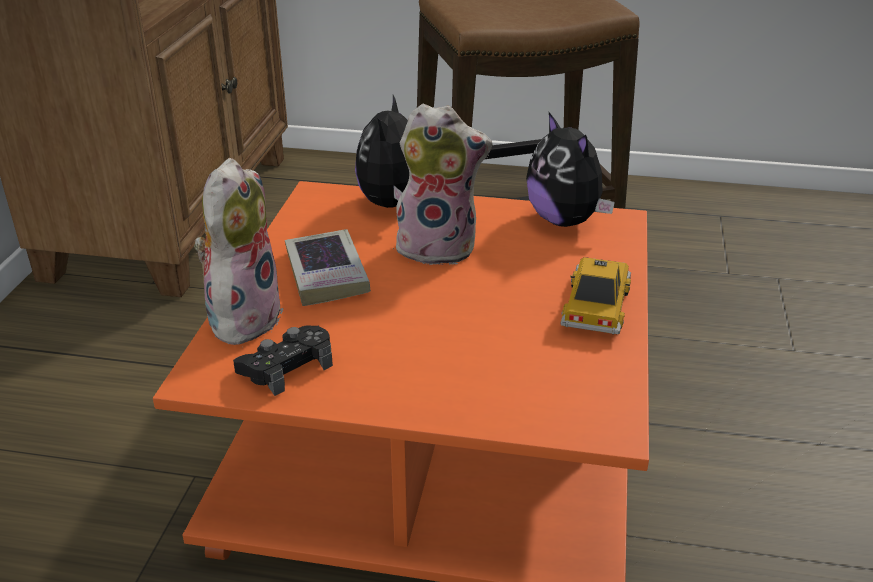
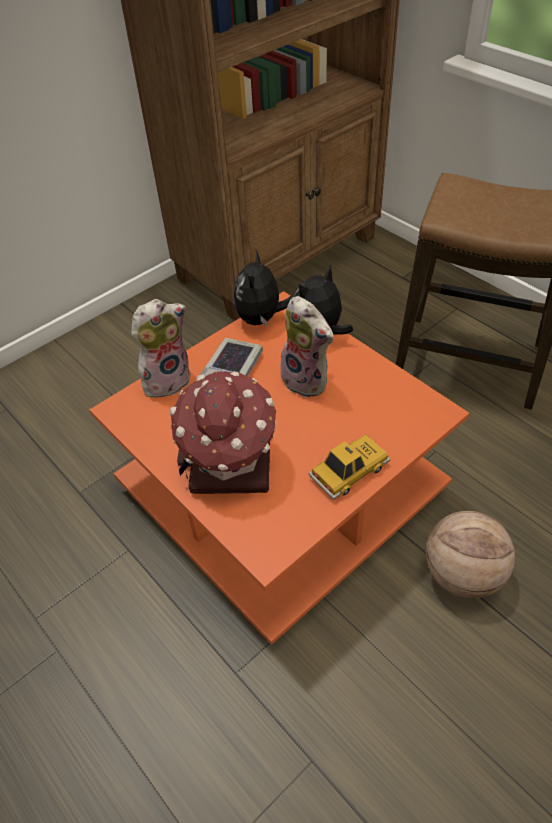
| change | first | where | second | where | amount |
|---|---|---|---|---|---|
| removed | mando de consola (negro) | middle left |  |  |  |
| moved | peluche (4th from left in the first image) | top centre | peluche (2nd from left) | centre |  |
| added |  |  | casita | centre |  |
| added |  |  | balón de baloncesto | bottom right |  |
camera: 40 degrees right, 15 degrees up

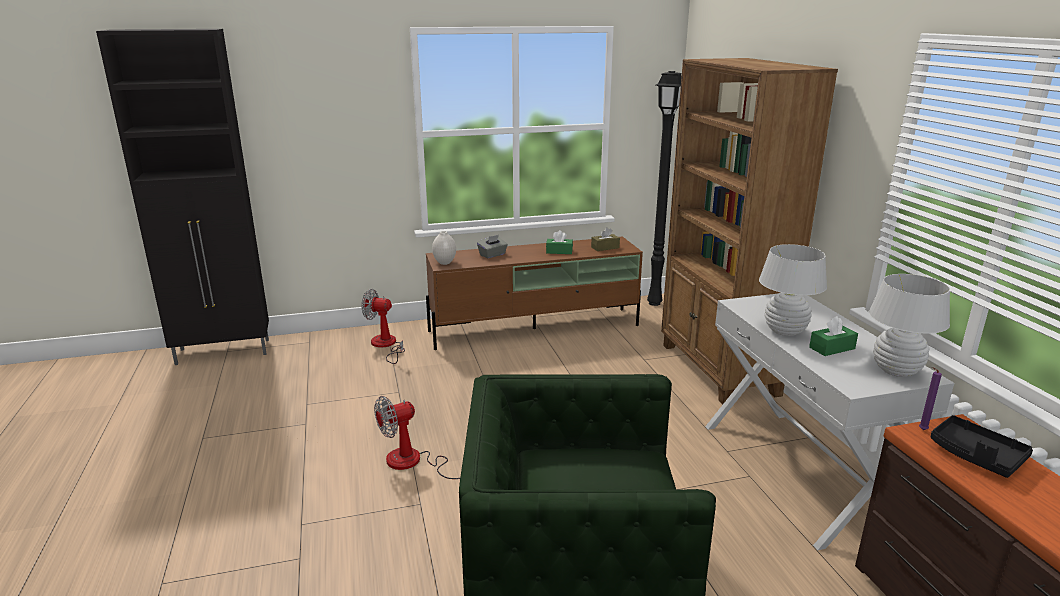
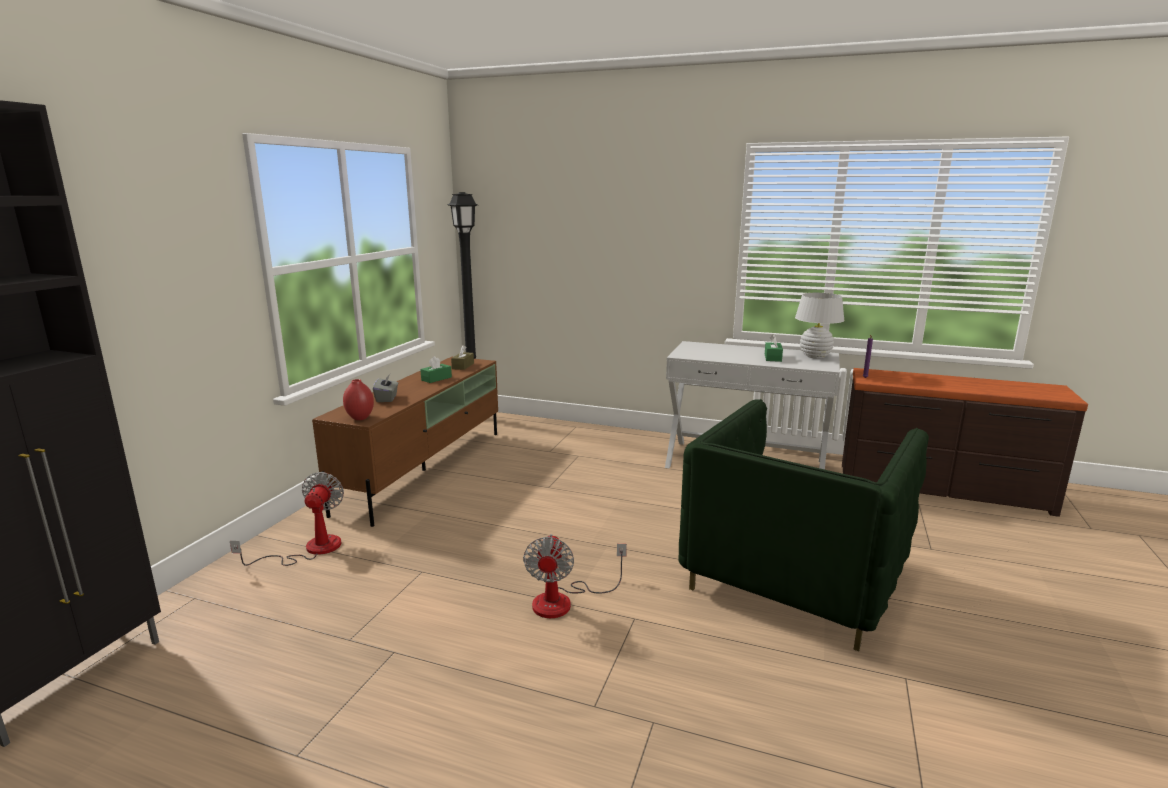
| change | first | where | second | where | amount |
|---|---|---|---|---|---|
| turned | ventilador (1st from left) | centre |  | middle left | 135 degrees clockwise |
| recoloured | florero (blanco) | centre | florero (rojo) | middle left |  |
| removed | estantería (marrón) | middle right |  |  |  |
| removed | lámpara de mesa (blanco) (1st from left) | middle right |  |  |  |
| removed | bandeja (negro) | bottom right |  |  |  |
camera: 55 degrees left, 5 degrees down

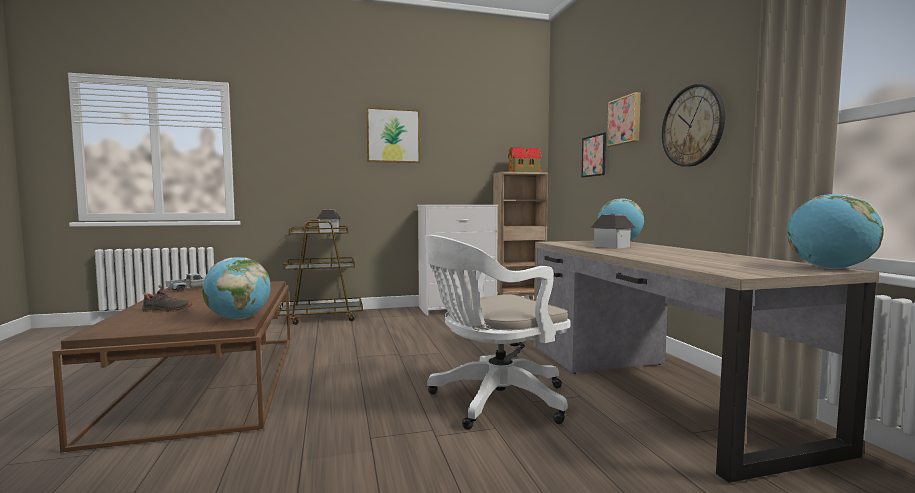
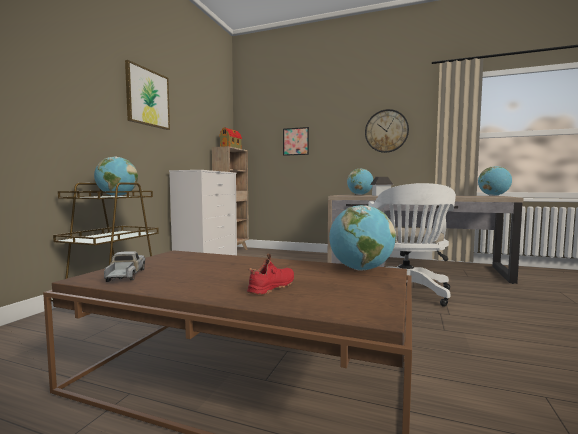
| change | first | where | second | where | amount |
|---|---|---|---|---|---|
| recoloured | zapato (negro) | middle left | zapato (rojo) | centre |  |
| replaced | casita (1st from left) | centre | globo terráqueo (1st from left) | middle left |  |
| removed | cuadro (3rd from left) | top right |  |  |  |
camera: 55 degrees left, 0 degrees up

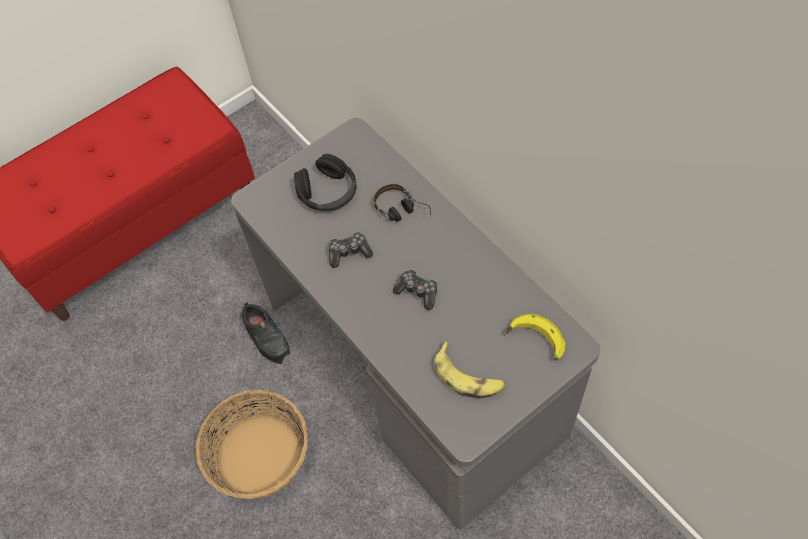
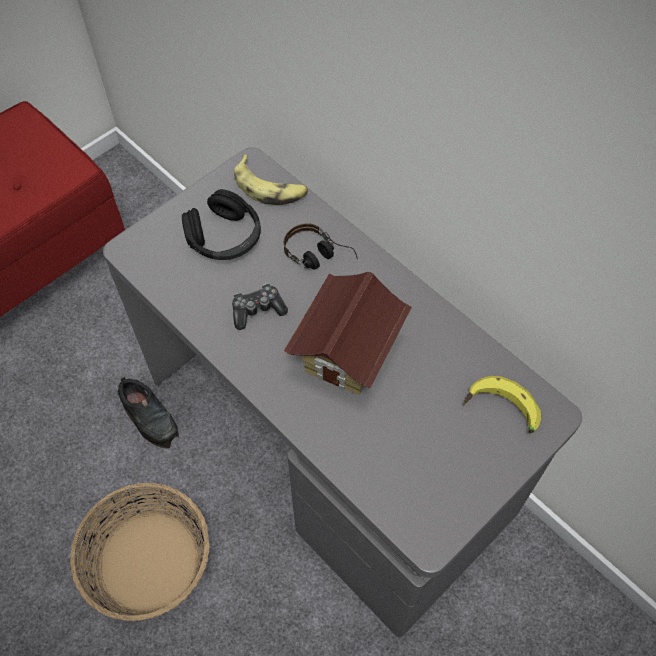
| change | first | where | second | where | amount |
|---|---|---|---|---|---|
| replaced | mando de consola (2nd from left) | centre | casita | centre |  |
| moved | plátano (1st from left) | bottom centre |  | top centre |  |
camera: 10 degrees left, 0 degrees up

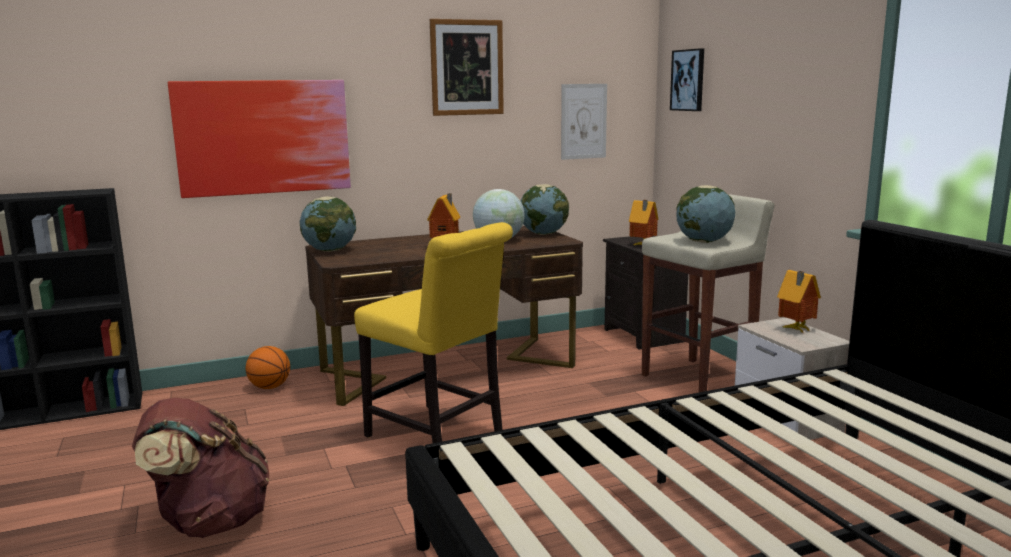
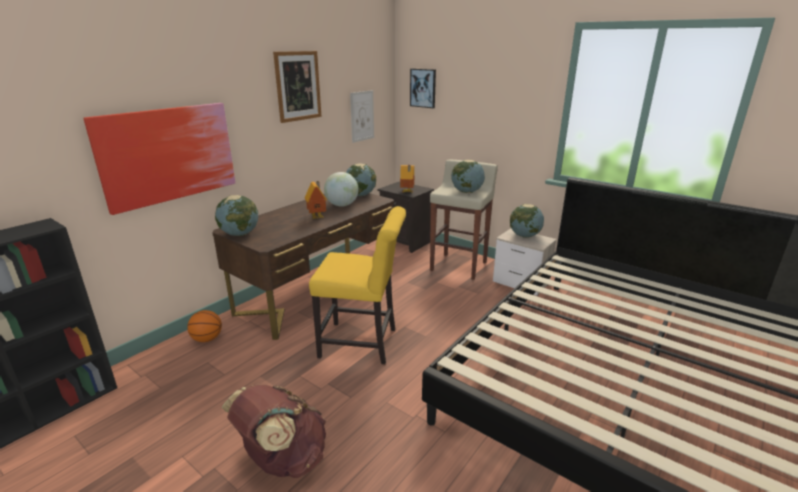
| change | first | where | second | where | amount |
|---|---|---|---|---|---|
| replaced | casita (3rd from left) | middle right | globo terráqueo (5th from left) | centre |  |
camera: 30 degrees left, 10 degrees up

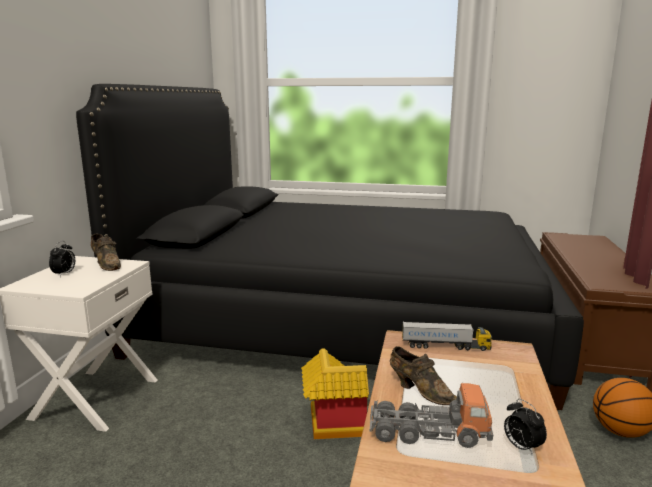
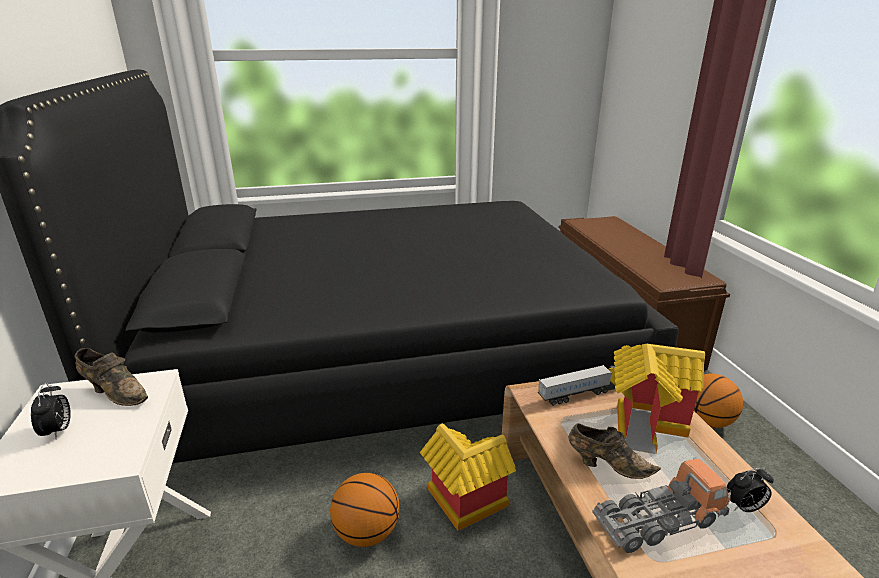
| change | first | where | second | where | amount |
|---|---|---|---|---|---|
| turned | despertador (2nd from left) | bottom right |  | bottom right | 45 degrees counterclockwise |
| added |  |  | balón de baloncesto (1st from left) | bottom centre |  |
| added |  |  | casita (2nd from left) | bottom right |  |
camera: 25 degrees left, 10 degrees up

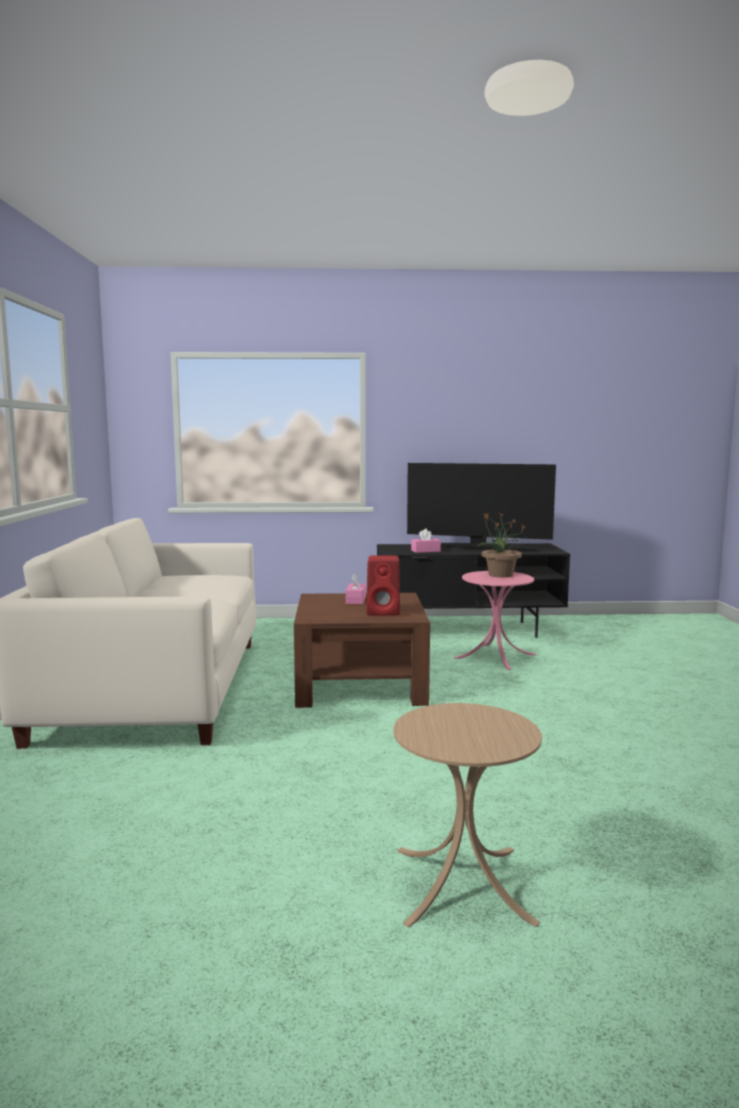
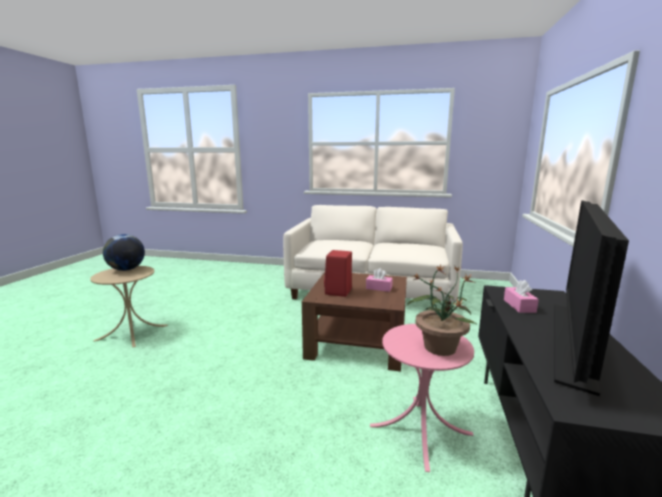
| change | first | where | second | where | amount |
|---|---|---|---|---|---|
| added |  |  | globo terráqueo | middle left |  |
camera: 105 degrees right, 5 degrees up

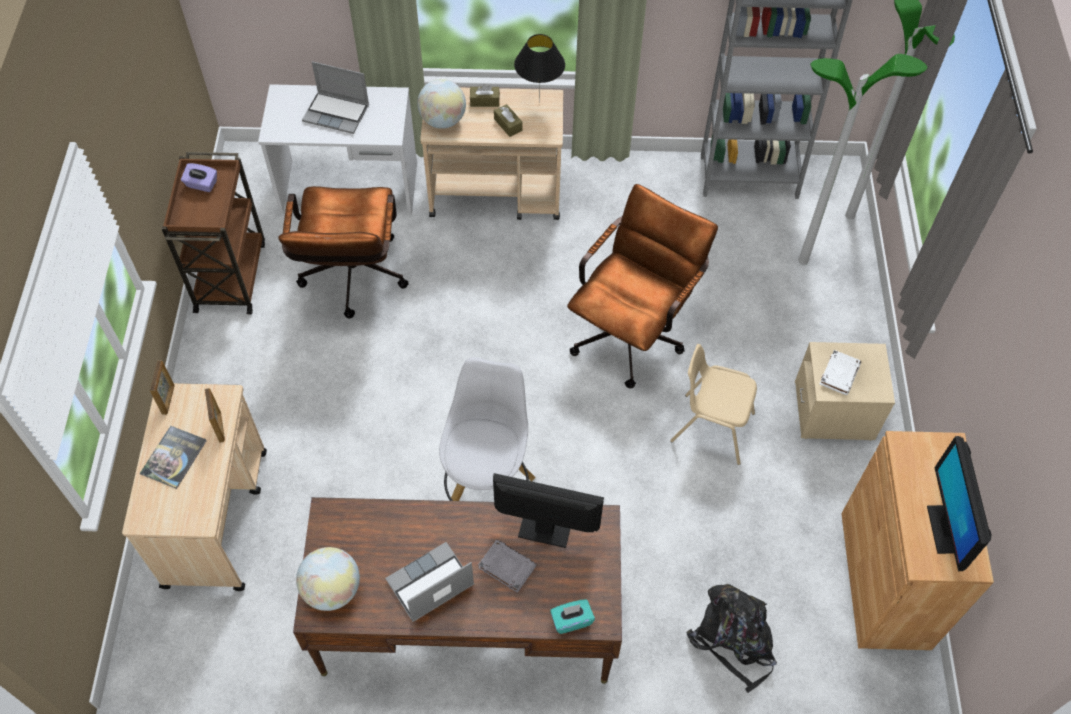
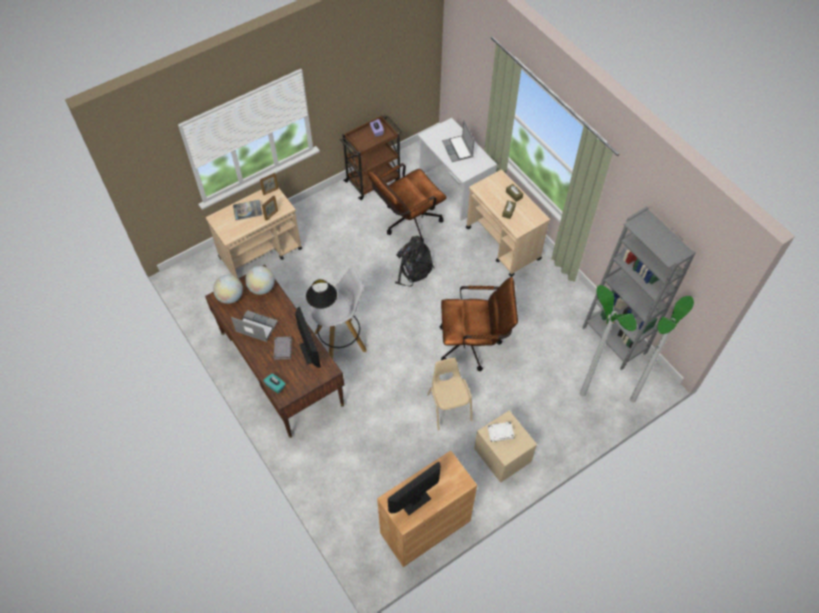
| change | first | where | second | where | amount |
|---|---|---|---|---|---|
| moved | globo terráqueo (2nd from left) | top centre |  | middle left |  |
| moved | lámpara de mesa (negro) | top centre |  | centre |  |
| moved | mochila (negro) | bottom right |  | centre |  |
camera: 55 degrees right, 0 degrees up

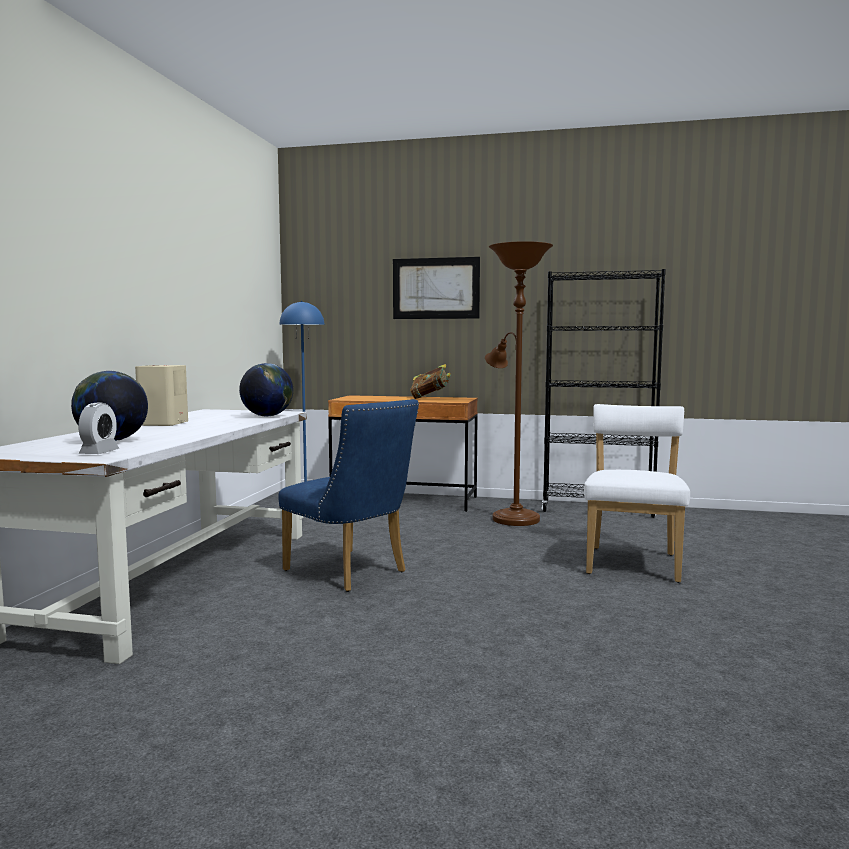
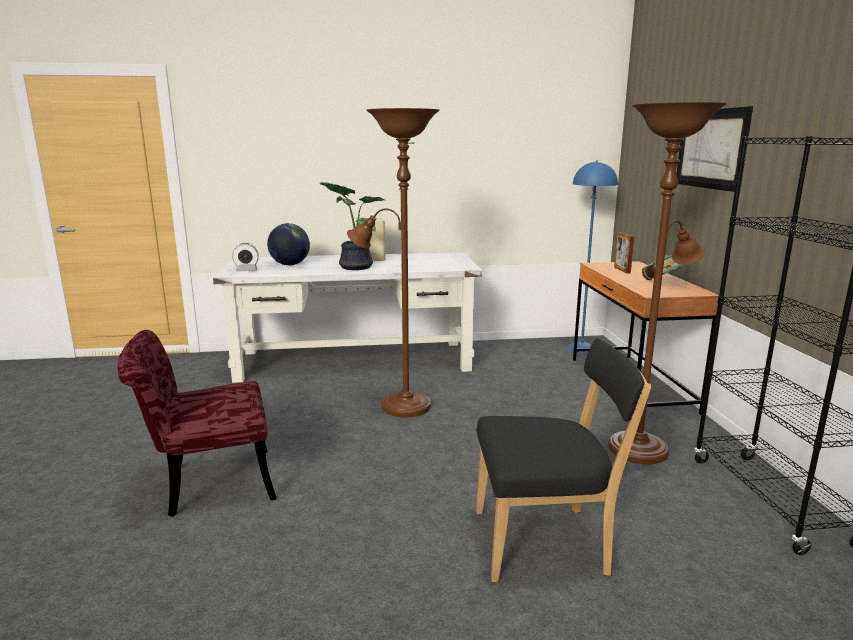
| change | first | where | second | where | amount |
|---|---|---|---|---|---|
| removed | globo terráqueo (2nd from left) | middle left |  |  |  |
| replaced | silla (azul) | centre | lámpara de pie (marrón) (1st from left) | centre |  |
| recoloured | silla (blanco) | middle right | silla (negro) | bottom centre |  |
| added |  |  | silla (rojo) | middle left |  |
| added |  |  | planta en maceta | centre |  |
| added |  |  | portarretratos | middle right |  |
camera: 70 degrees right, 10 degrees up

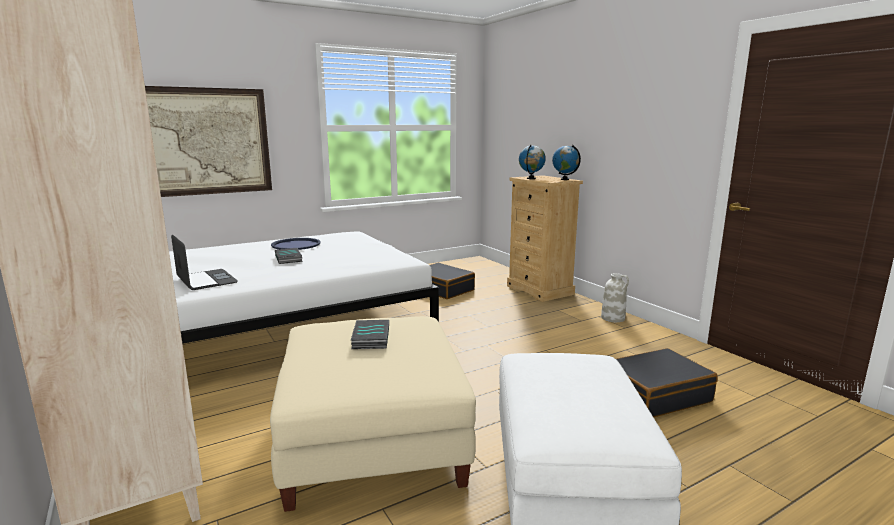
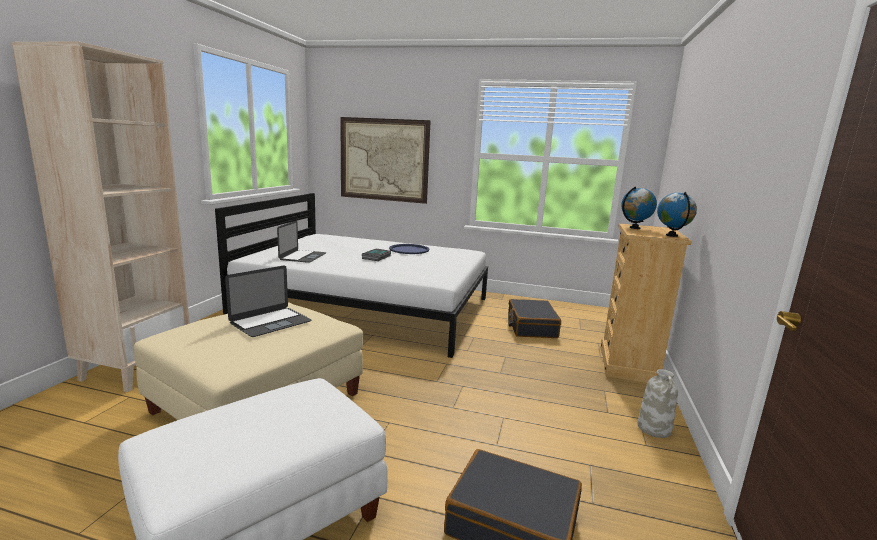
| change | first | where | second | where | amount |
|---|---|---|---|---|---|
| replaced | libro (2nd from left) | centre | portátil (1st from left) | middle left |  |
camera: 45 degrees right, 0 degrees up

